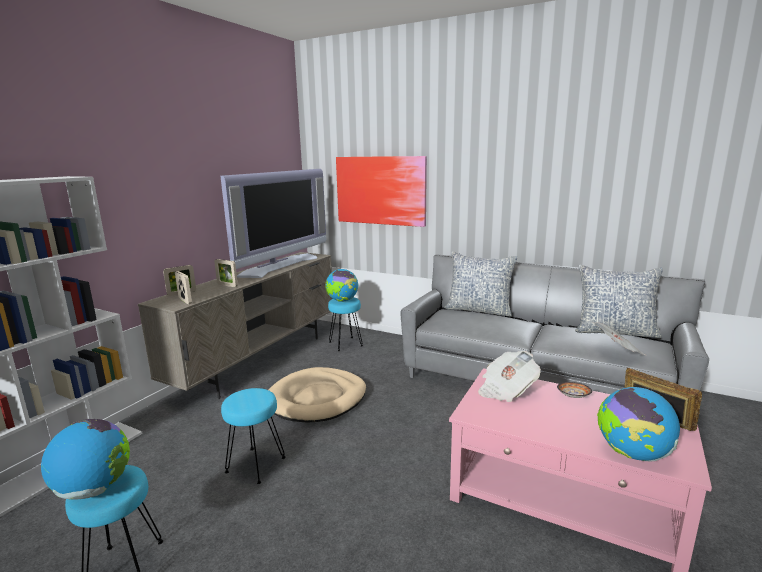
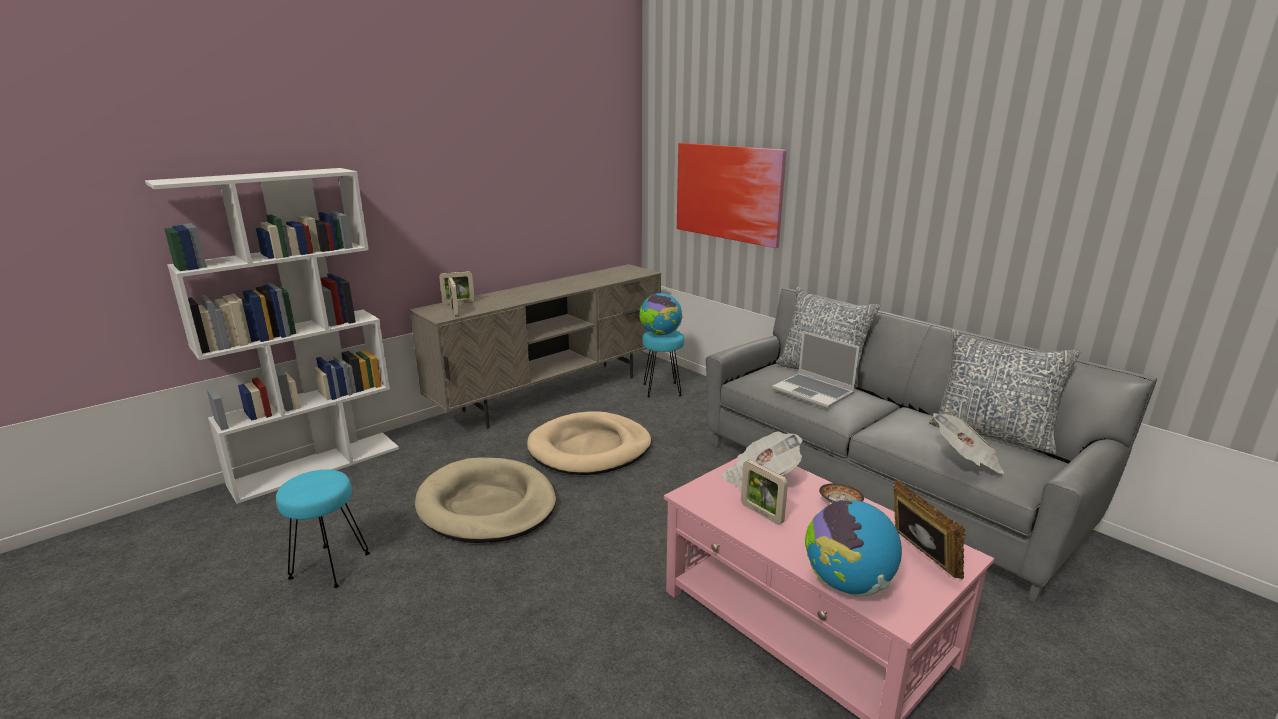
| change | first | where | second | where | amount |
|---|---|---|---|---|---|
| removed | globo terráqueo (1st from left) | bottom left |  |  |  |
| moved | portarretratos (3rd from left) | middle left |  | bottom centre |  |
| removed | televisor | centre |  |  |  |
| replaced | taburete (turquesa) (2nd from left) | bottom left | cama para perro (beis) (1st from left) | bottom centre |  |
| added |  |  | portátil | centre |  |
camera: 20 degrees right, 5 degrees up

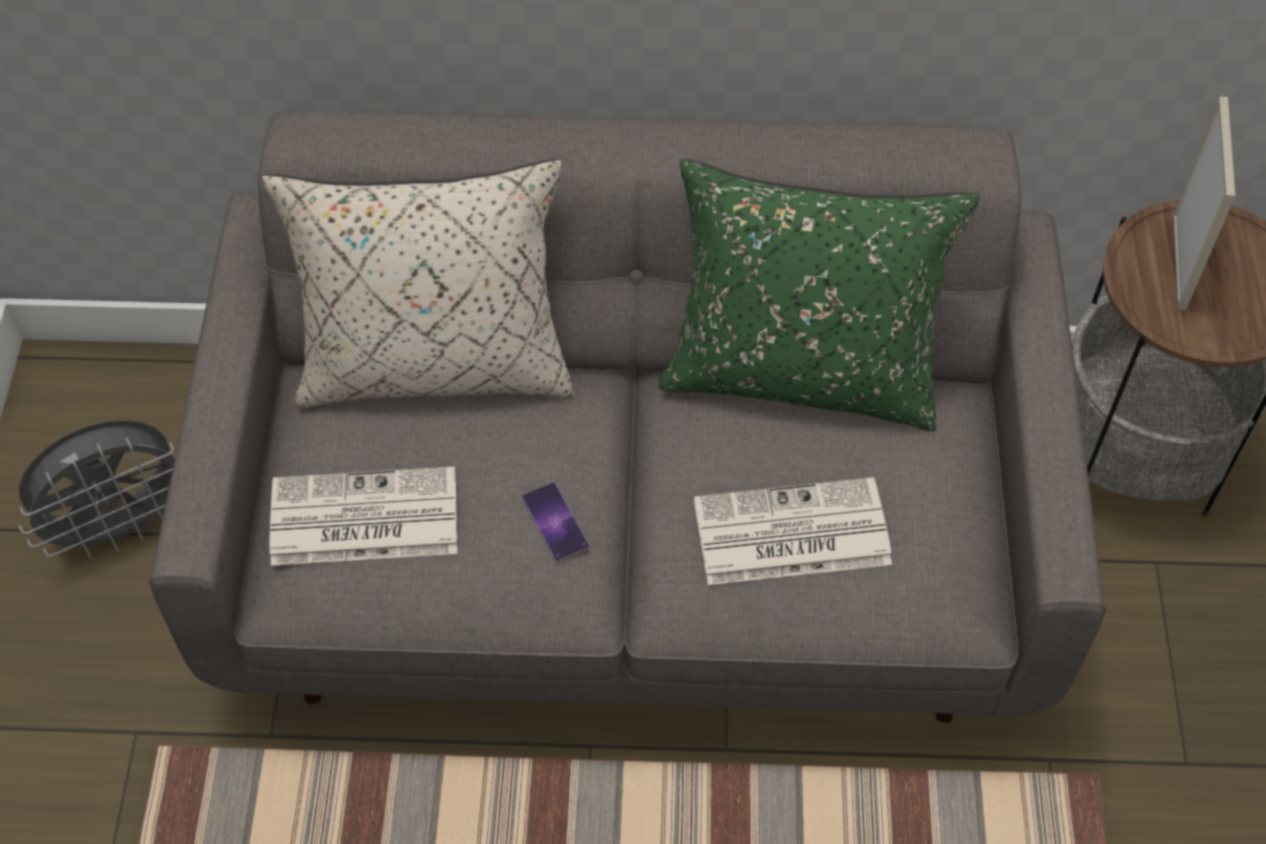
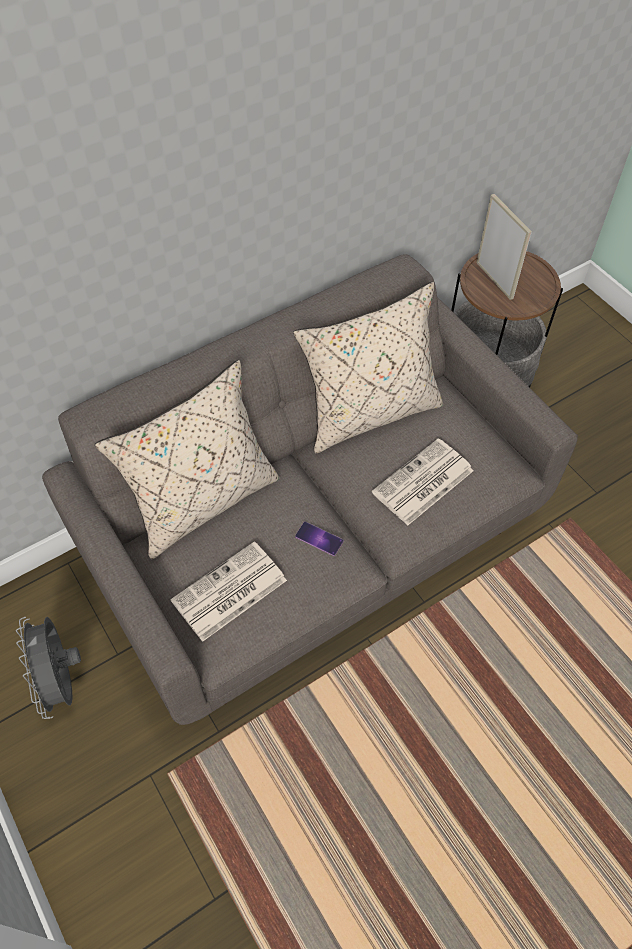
| change | first | where | second | where | amount |
|---|---|---|---|---|---|
| turned | ventilador (gris) | middle left |  | bottom left | 135 degrees clockwise |
| recoloured | cojín (verde) | centre | cojín (beis) (2nd from left) | centre |  |
camera: 35 degrees left, 0 degrees up

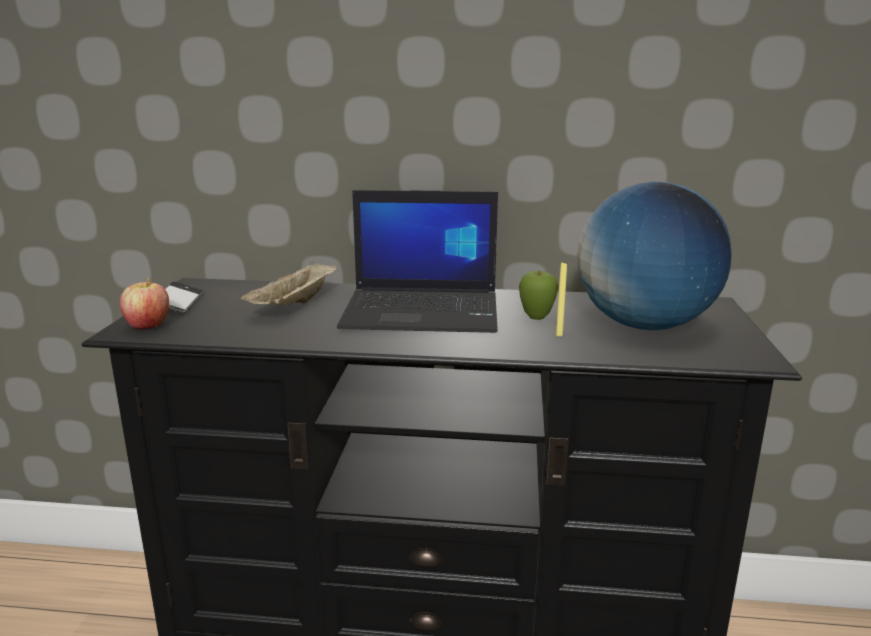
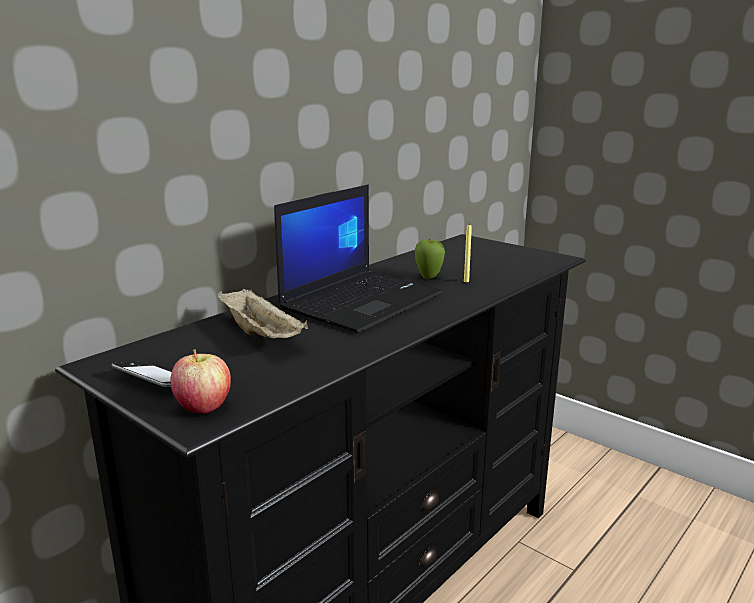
| change | first | where | second | where | amount |
|---|---|---|---|---|---|
| removed | globo terráqueo | middle right |  |  |  |
camera: 55 degrees left, 0 degrees up

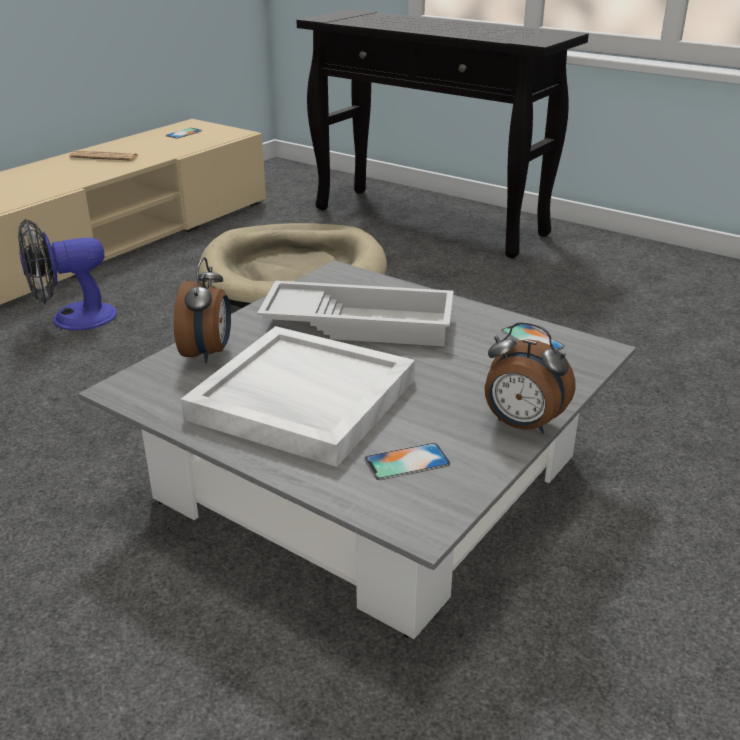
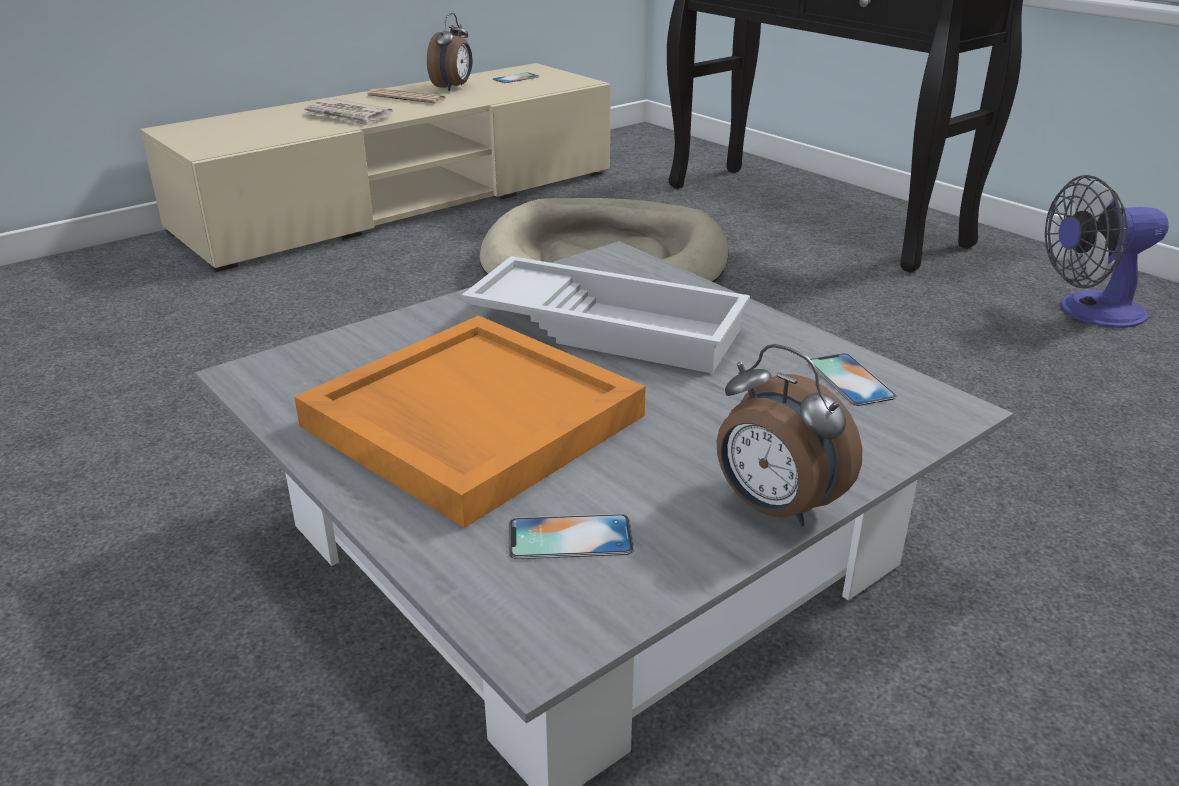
| change | first | where | second | where | amount |
|---|---|---|---|---|---|
| moved | ventilador | middle left |  | top right |  |
| moved | despertador (1st from left) | middle left |  | top centre |  |
| recoloured | bandeja (blanco) (1st from left) | centre | bandeja (naranja) | centre |  |
| added |  |  | periódico (1st from left) | top left |  |
camera: 15 degrees right, 0 degrees up

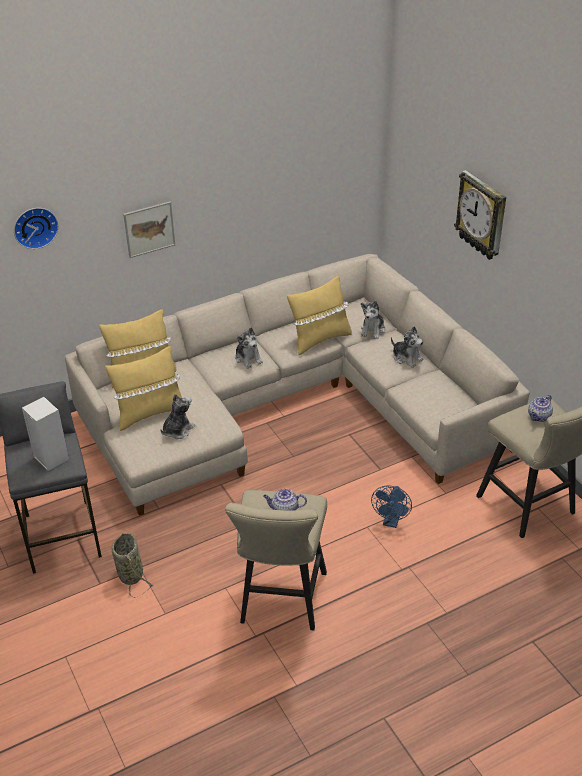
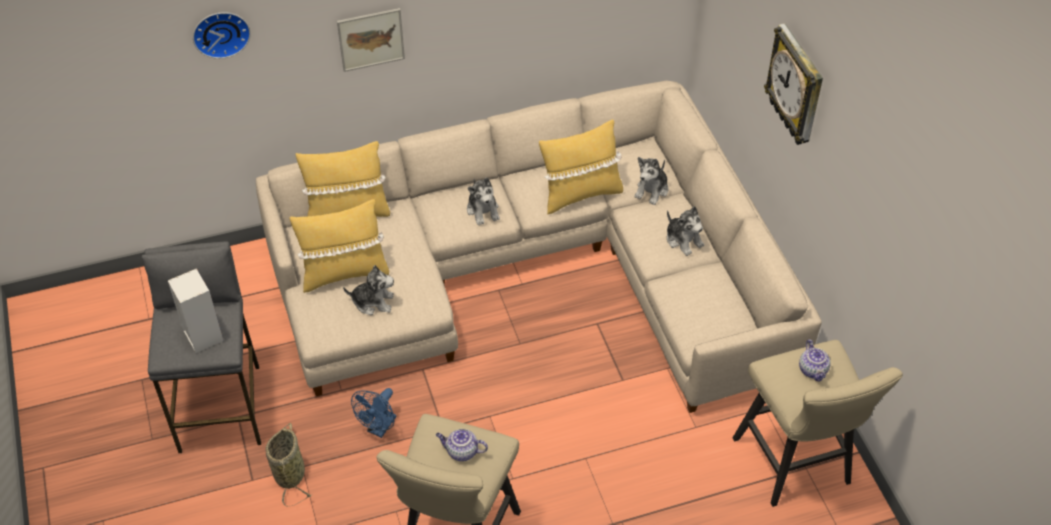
| change | first | where | second | where | amount |
|---|---|---|---|---|---|
| turned | peluche (1st from left) | middle left |  | centre | 45 degrees clockwise |
| moved | ventilador (azul) | middle right |  | bottom centre |  |
| turned | tetera (2nd from left) | middle right |  | bottom right | 60 degrees counterclockwise |
camera: 10 degrees right, 10 degrees up

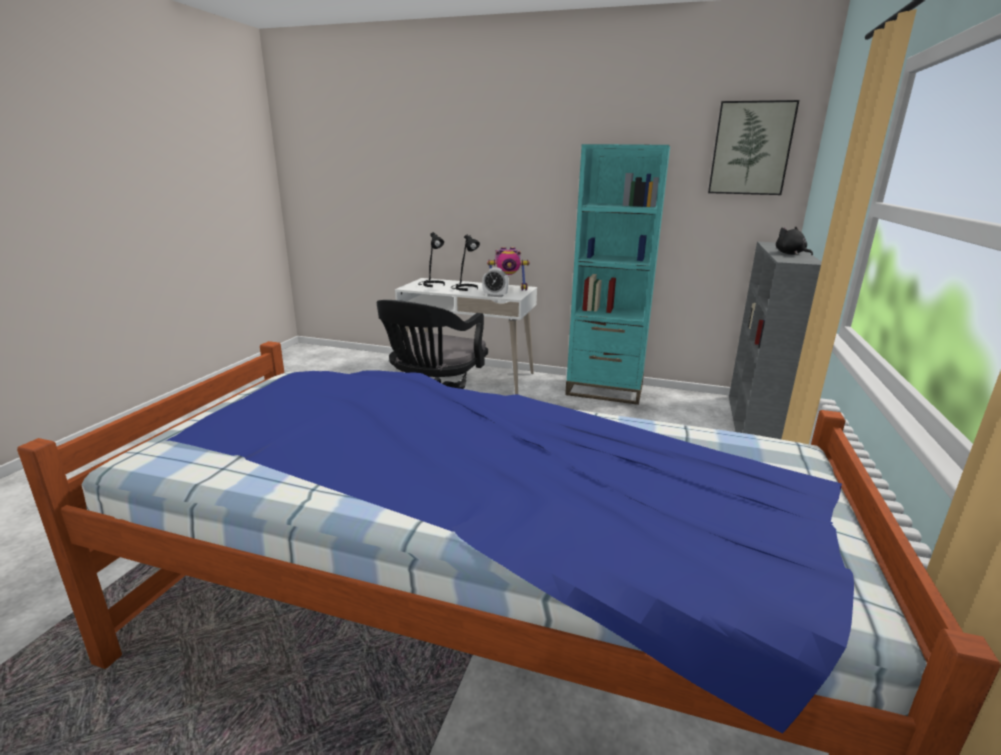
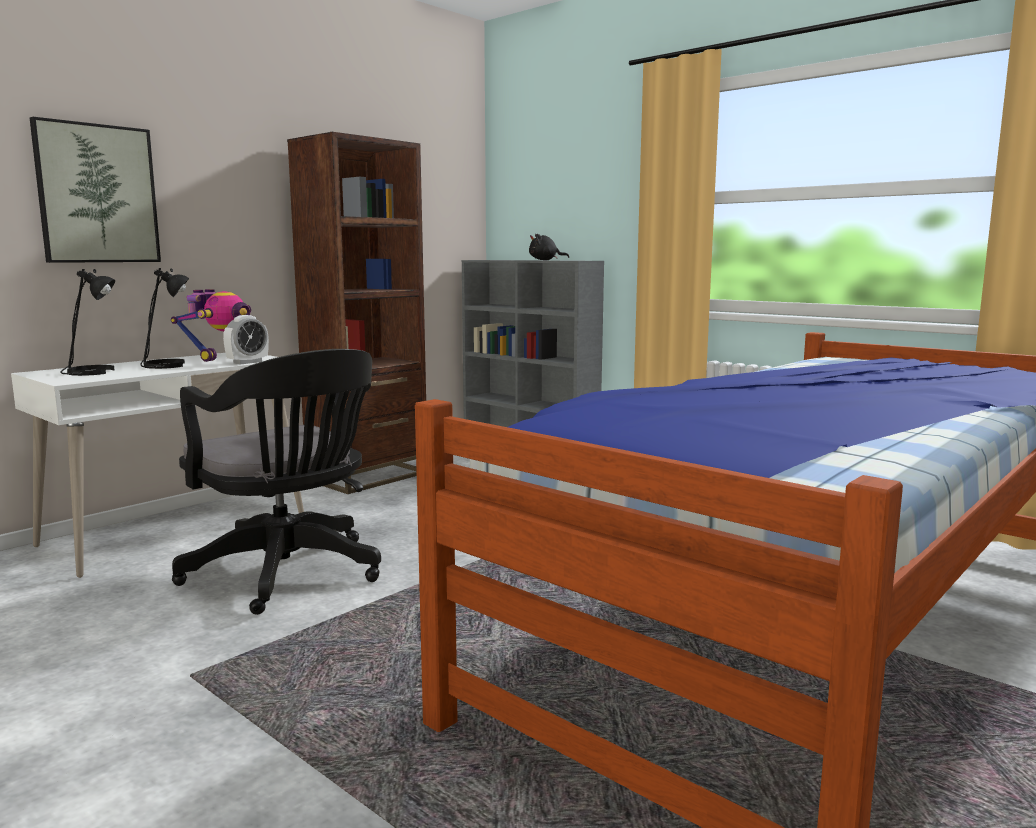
| change | first | where | second | where | amount |
|---|---|---|---|---|---|
| recoloured | estantería (turquesa) | centre | estantería (marrón) | centre |  |
| moved | cuadro | top right |  | top left |  |
camera: 65 degrees left, 10 degrees down

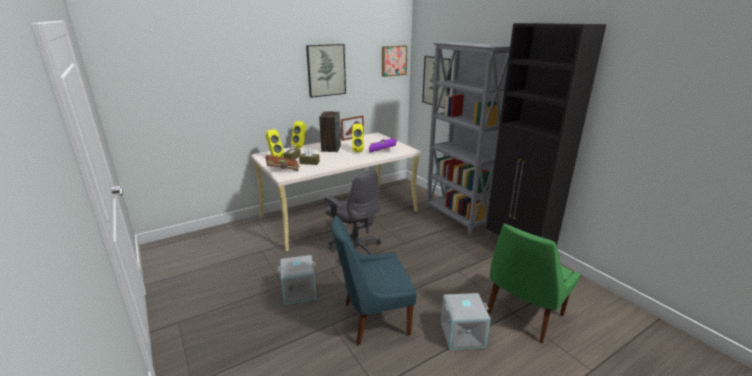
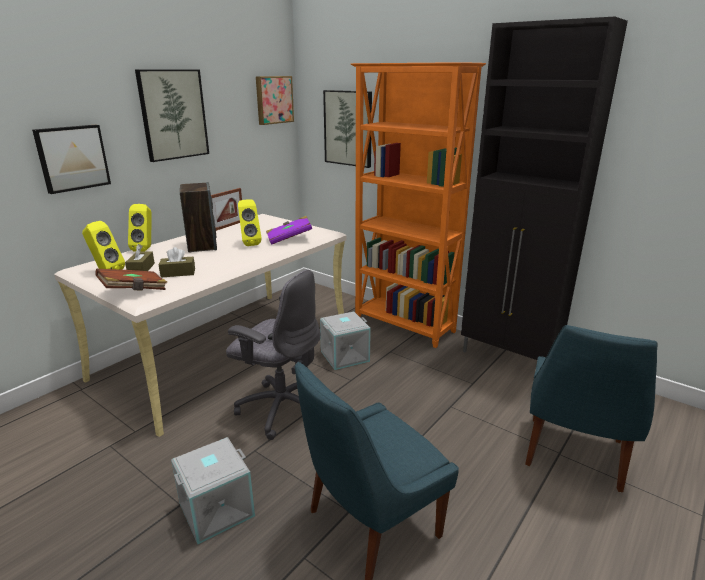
| change | first | where | second | where | amount |
|---|---|---|---|---|---|
| recoloured | estantería (gris) | centre | estantería (naranja) | centre |  |
| moved | caja de almacenaje (gris) (2nd from left) | bottom centre |  | centre |  |
| recoloured | silla (verde) | bottom right | silla (azul) (2nd from left) | bottom right |  |
| added |  |  | cuadro (1st from left) | top left |  |
camera: 20 degrees left, 0 degrees up

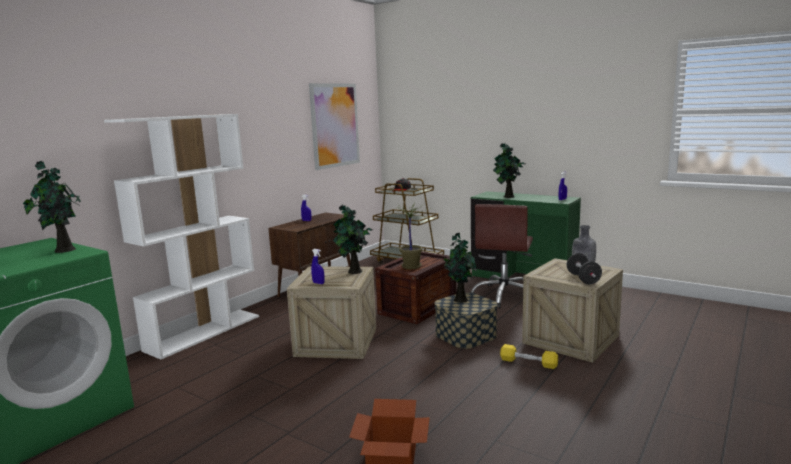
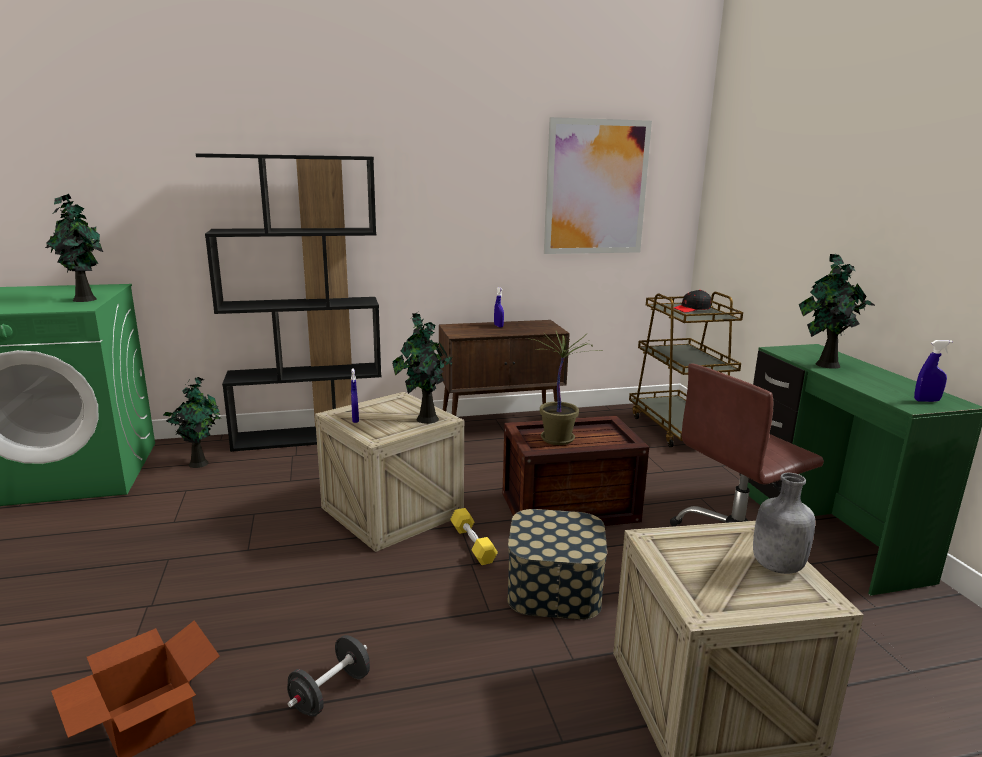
| change | first | where | second | where | amount |
|---|---|---|---|---|---|
| recoloured | estantería (blanco) | middle left | estantería (negro) | middle left |  |
| moved | planta en maceta (4th from left in the first image) | centre | planta en maceta (2nd from left) | middle left |  |
| moved | mancuerna (amarillo) | bottom right |  | bottom centre |  |
| moved | mancuerna (negro) | middle right |  | bottom centre |  |
camera: 40 degrees right, 5 degrees up

